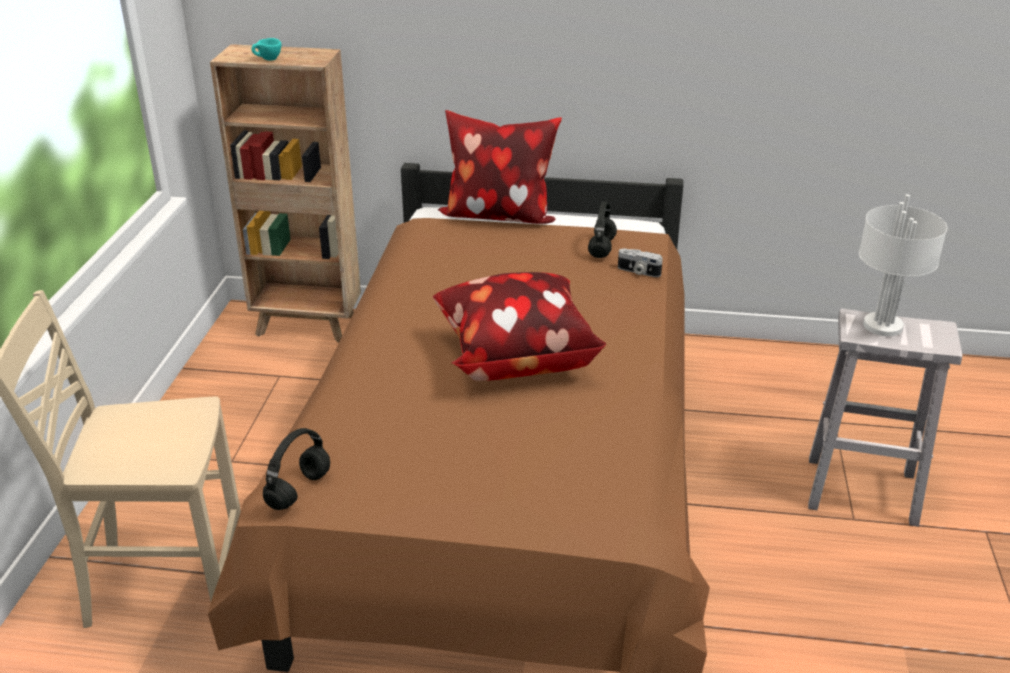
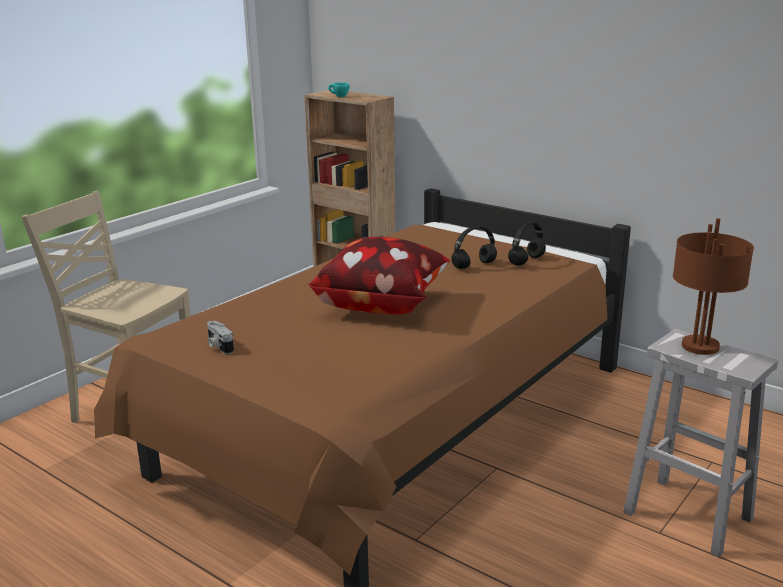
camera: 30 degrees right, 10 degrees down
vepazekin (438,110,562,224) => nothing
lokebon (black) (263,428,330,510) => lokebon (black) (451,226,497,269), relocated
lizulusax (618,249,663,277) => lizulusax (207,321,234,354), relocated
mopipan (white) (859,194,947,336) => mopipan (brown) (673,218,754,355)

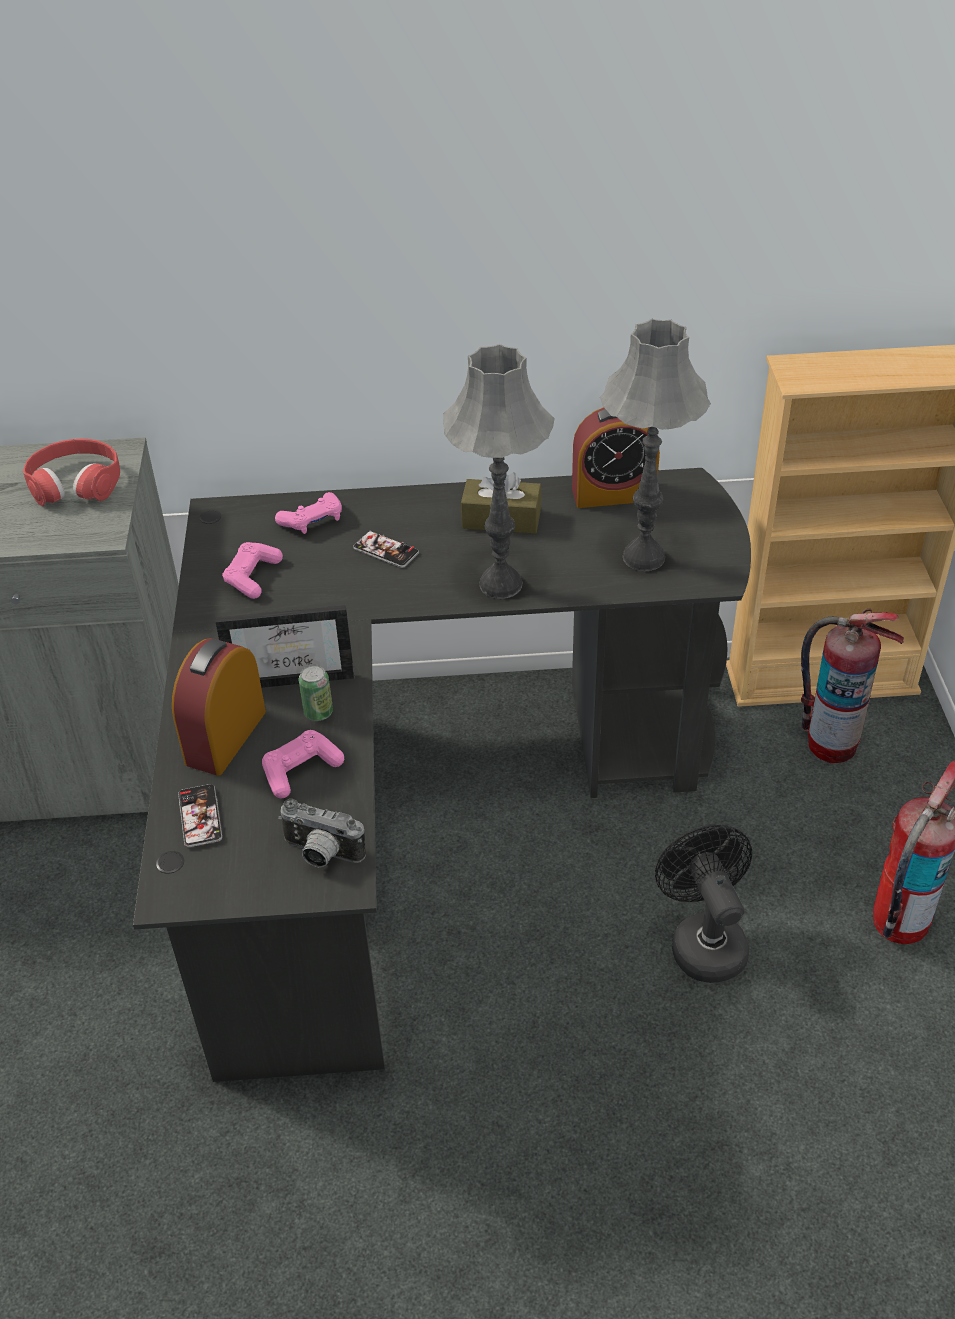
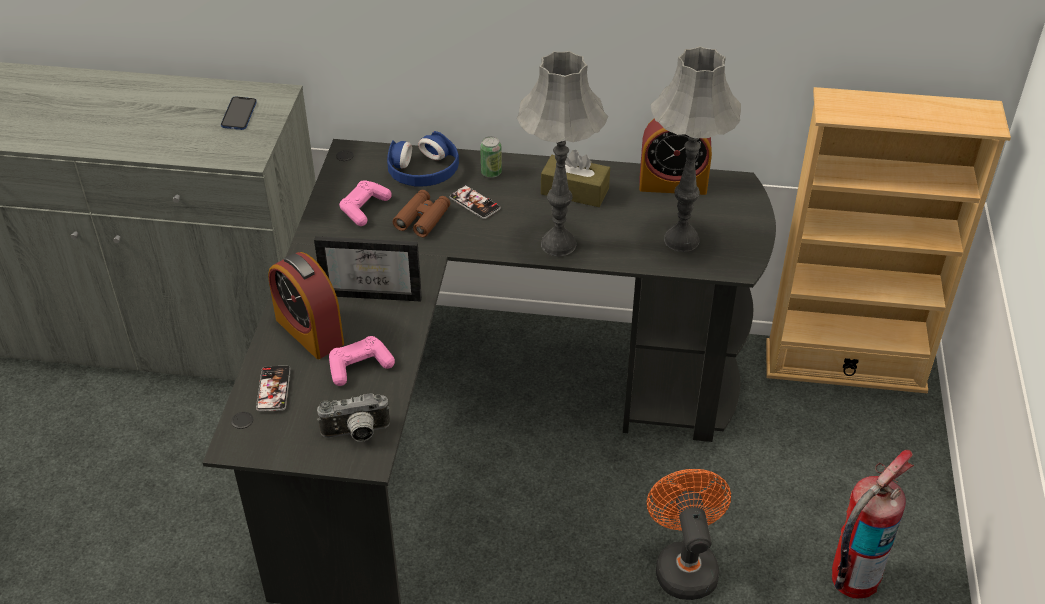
camera: 10 degrees right, 0 degrees up
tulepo (801,609,904,764) => nothing
nothing => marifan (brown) (393,190,450,237)
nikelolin (299,664,333,721) => nikelolin (480,136,502,178), relocated
lokebon (red) (23,439,120,506) => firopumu (221,96,257,130)
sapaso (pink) (275,492,342,534) => lokebon (blue) (387,131,459,187)
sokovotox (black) (655,825,752,983) => sokovotox (orange) (647,469,731,600)
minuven (172,638,266,776) => minuven (268,252,344,359), 75 degrees counterclockwise
lizulusax (278,799,366,868) => lizulusax (317,393,390,442), 45 degrees counterclockwise

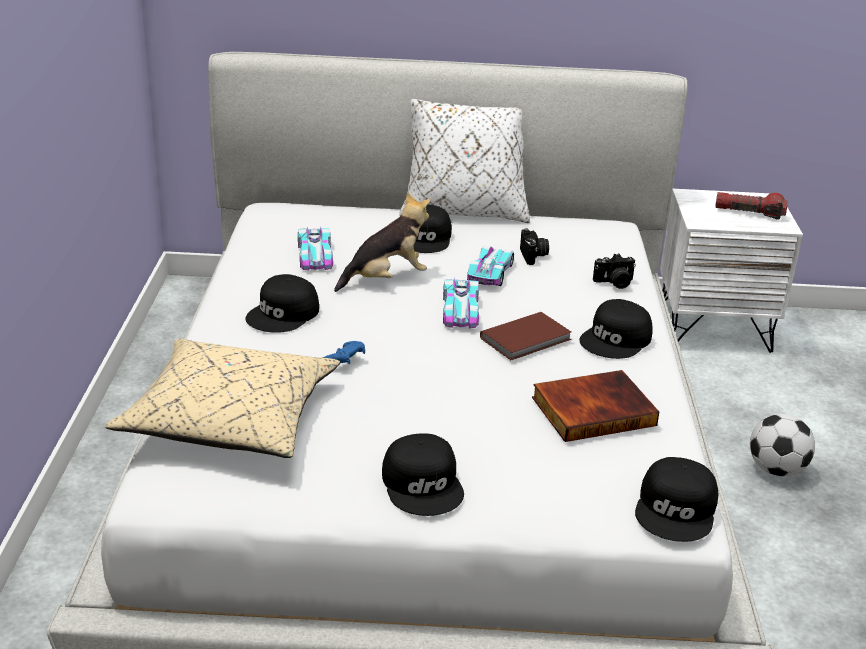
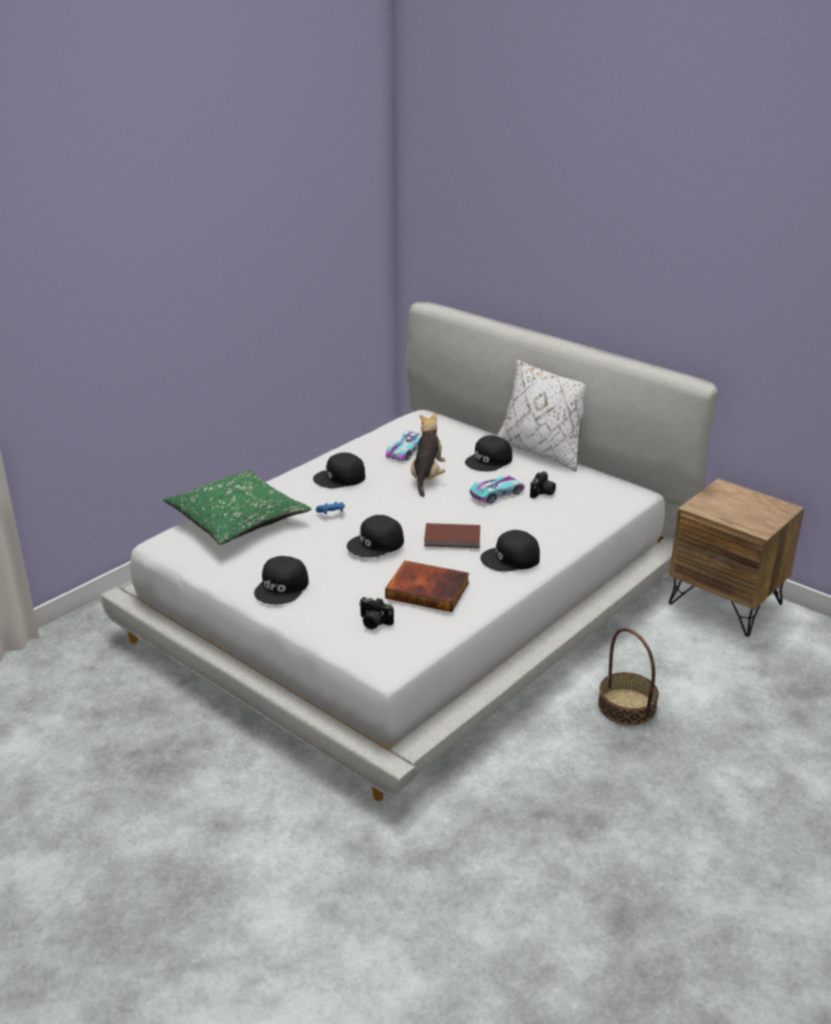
camera: 40 degrees right, 0 degrees up
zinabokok (443,278,479,329) => nothing
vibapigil (715,192,788,220) => nothing
lizulusax (593,254,636,289) => lizulusax (359,597,394,629), relocated
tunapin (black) (635,457,718,542) => tunapin (black) (347,515,404,558), relocated
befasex (750,414,815,476) => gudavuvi (598,628,659,725)
vepazekin (beige) (105,339,340,458) => vepazekin (green) (163,470,311,545)
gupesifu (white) (660,189,803,353) => gupesifu (brown) (669,479,804,637)
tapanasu (334,192,430,292) => tapanasu (411,413,445,497), 90 degrees counterclockwise

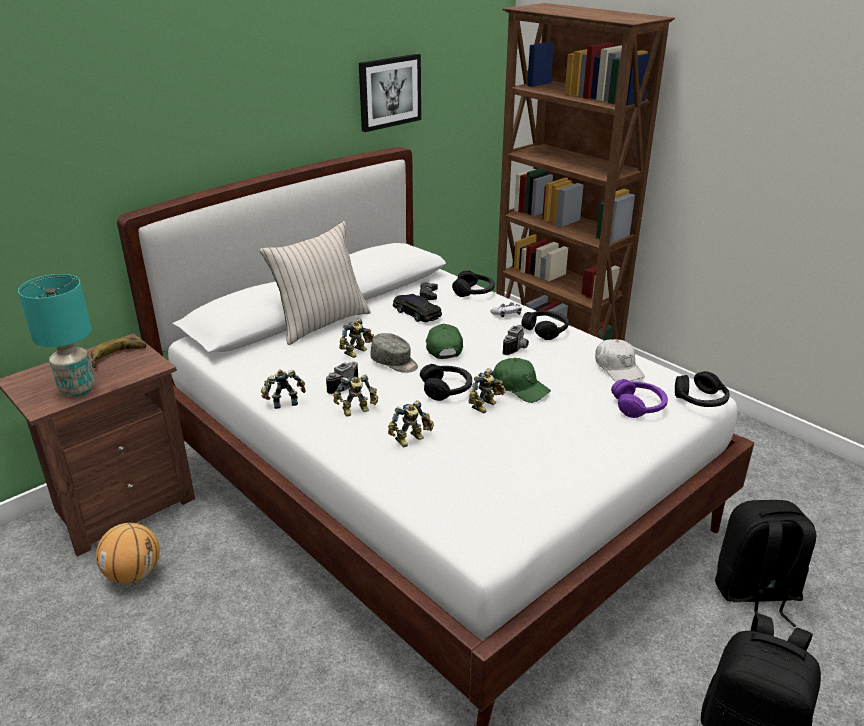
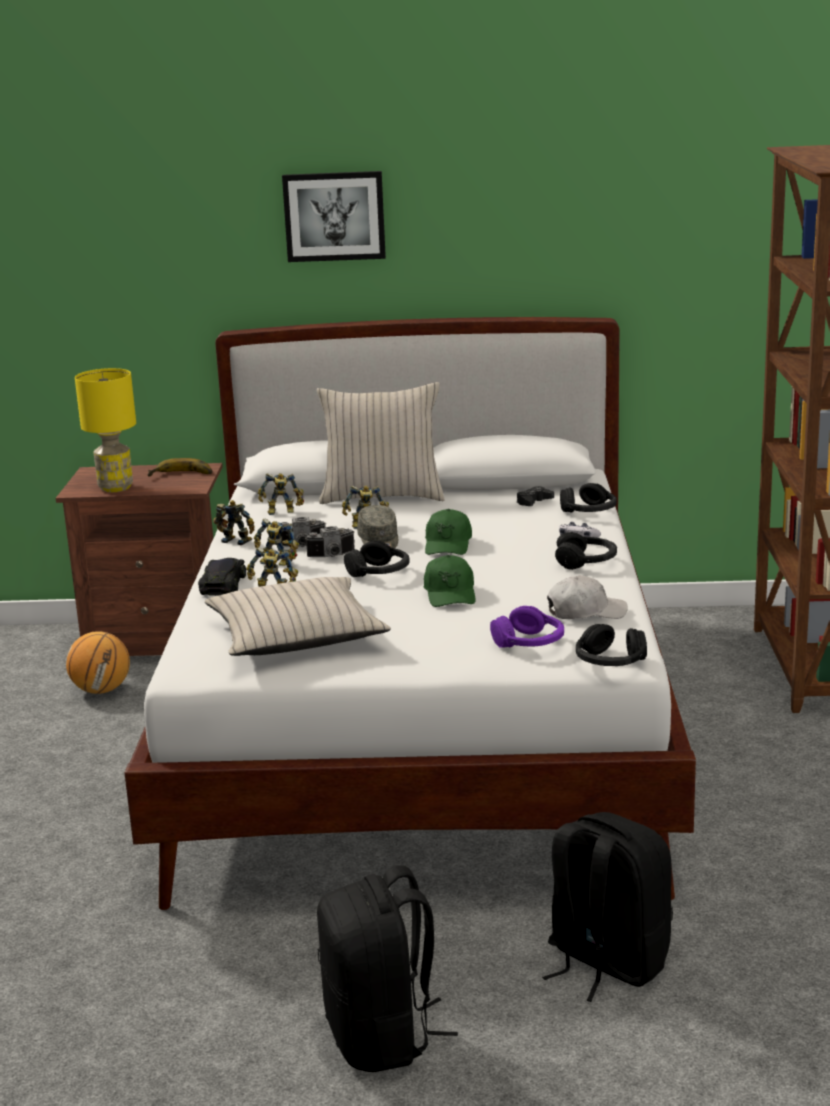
camera: 45 degrees right, 10 degrees down
nothing => vepazekin (beige) (205,577,391,656)
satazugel (359,54,421,132) => satazugel (282,171,386,262), relocated
zinabokok (black) (393,294,442,322) => zinabokok (black) (198,558,246,596), relocated
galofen (468,368,505,413) => galofen (258,473,304,515), relocated
lizulusax (502,325,529,355) => lizulusax (305,526,355,557), relocated
mopipan (turquoise) (18,274,95,397) => mopipan (yellow) (75,368,136,492)
tunapin (green) (426,324,463,359) => tunapin (green) (425,509,472,555), 150 degrees clockwise
tunapin (white) (595,339,645,381) => tunapin (white) (547,575,628,619), 120 degrees counterclockwise

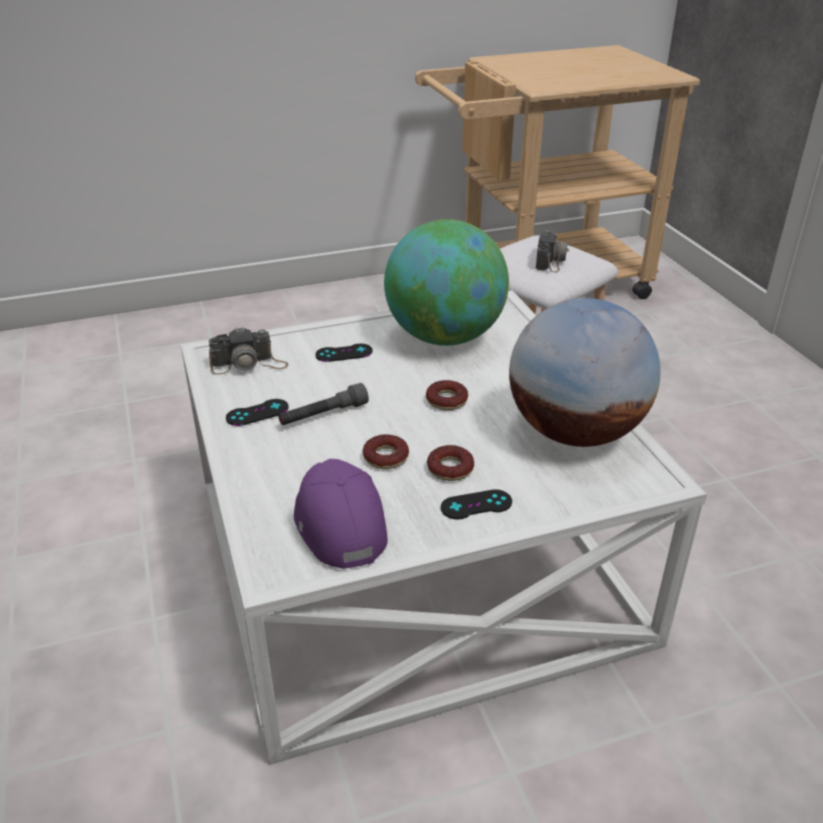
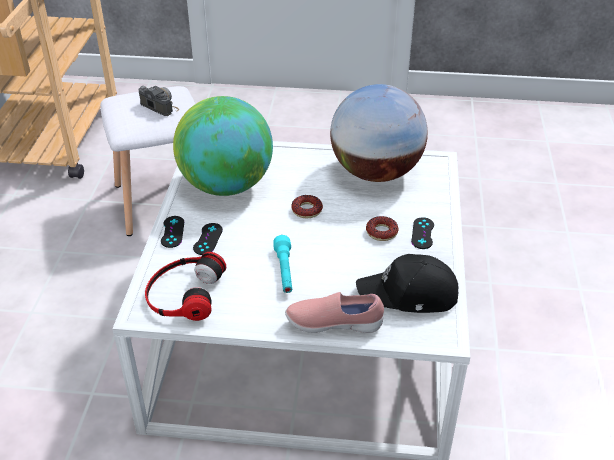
camera: 65 degrees left, 5 degrees up
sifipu (363,434,409,469) => nothing
nothing => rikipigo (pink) (285,292,384,333)
sapaso (black) (226,399,289,426) => sapaso (black) (161,216,184,248), relocated
lizulusax (209,326,288,375) => lokebon (145,252,226,321)
vibapigil (grey) (278,383,369,425) => vibapigil (turquoise) (273,235,292,293)
tunapin (purple) (294,459,388,569) => tunapin (black) (356,254,459,313)

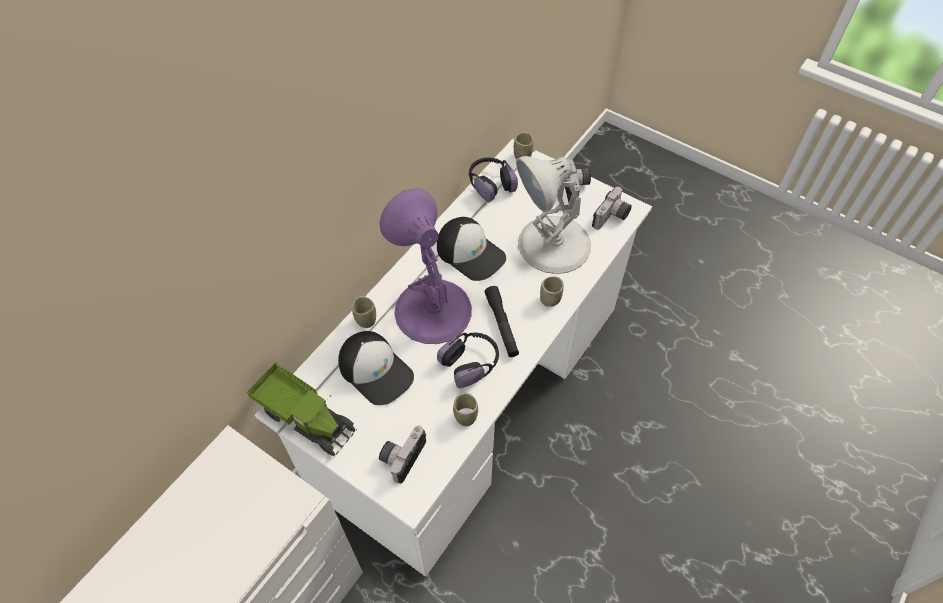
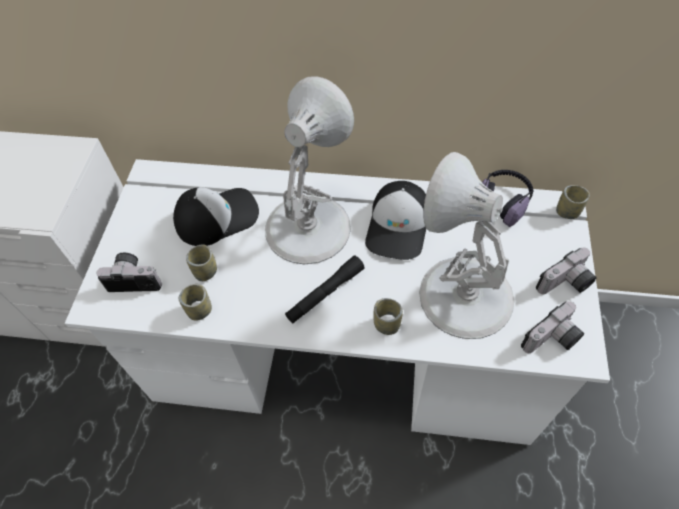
camera: 65 degrees right, 0 degrees up
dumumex (247,362,357,457) => nothing
lokebon (437,333,499,388) => nothing
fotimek (352,296,376,328) => fotimek (186,244,217,281), relocated
mopipan (purple) (380,188,472,344) => mopipan (white) (265,76,354,264)
tunapin (338,331,414,405) => tunapin (173,187,259,246), 135 degrees counterclockwise
lizulusax (592,187,632,230) => lizulusax (521,301,584,353), 45 degrees counterclockwise

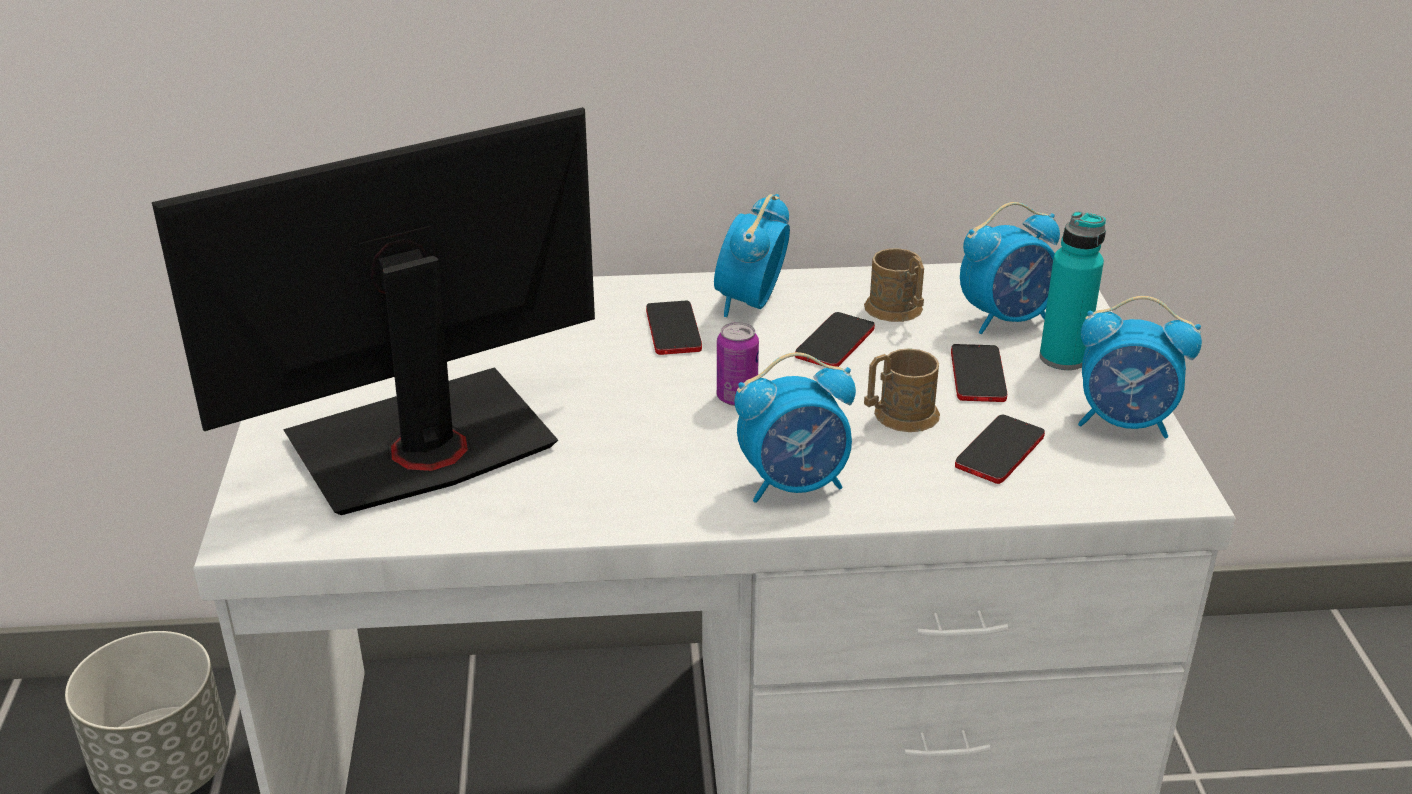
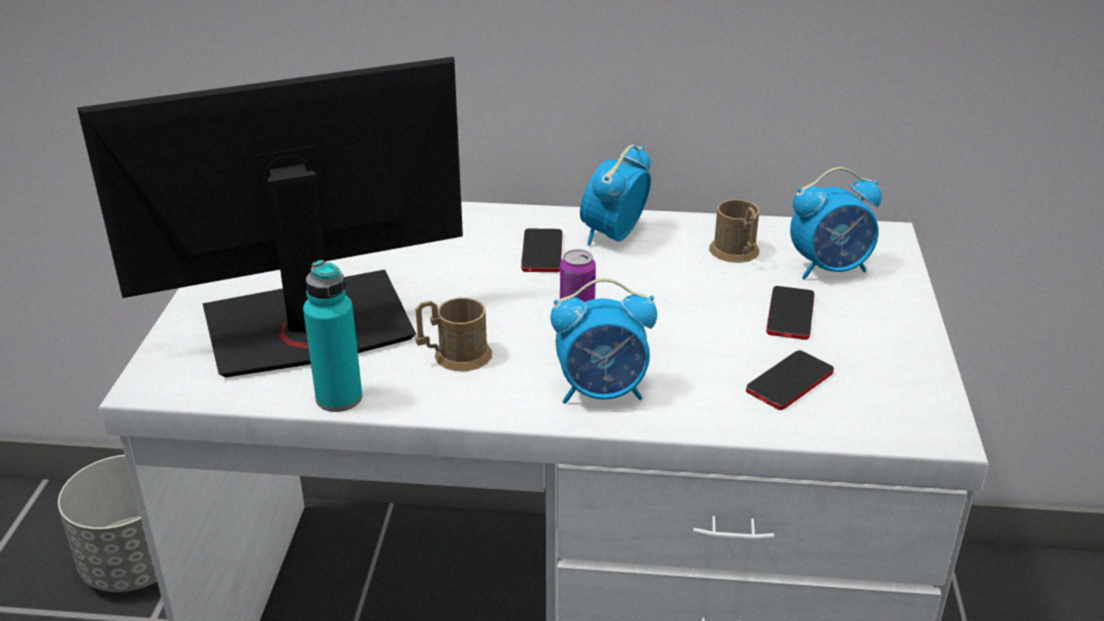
camera: 10 degrees right, 0 degrees up
firopumu (795,312,875,367) => nothing
minuven (1078,296,1202,438) => nothing
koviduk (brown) (864,348,940,432) => koviduk (brown) (415,298,492,371), relocated
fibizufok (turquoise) (1040,211,1106,370) => fibizufok (turquoise) (303,260,362,412), relocated

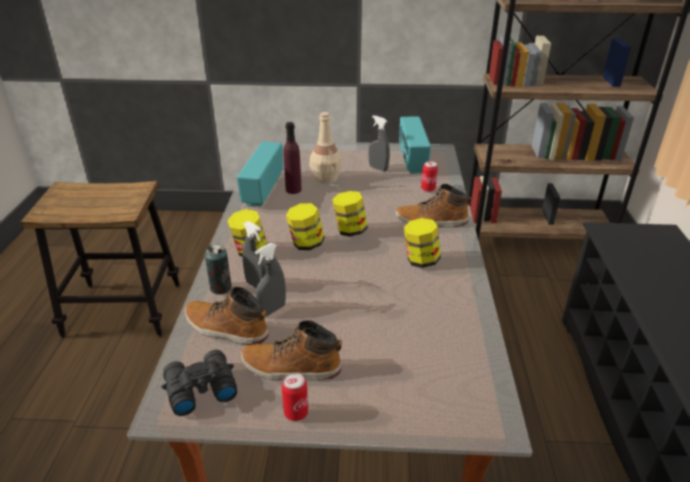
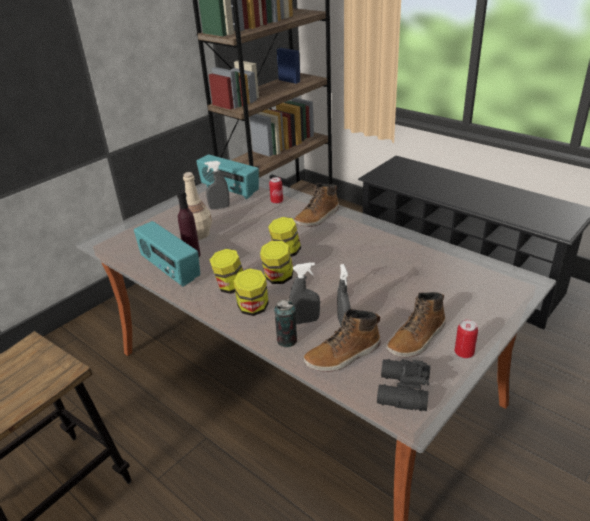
camera: 50 degrees left, 0 degrees up
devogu (404,218,441,268) => devogu (210,249,243,294), relocated

